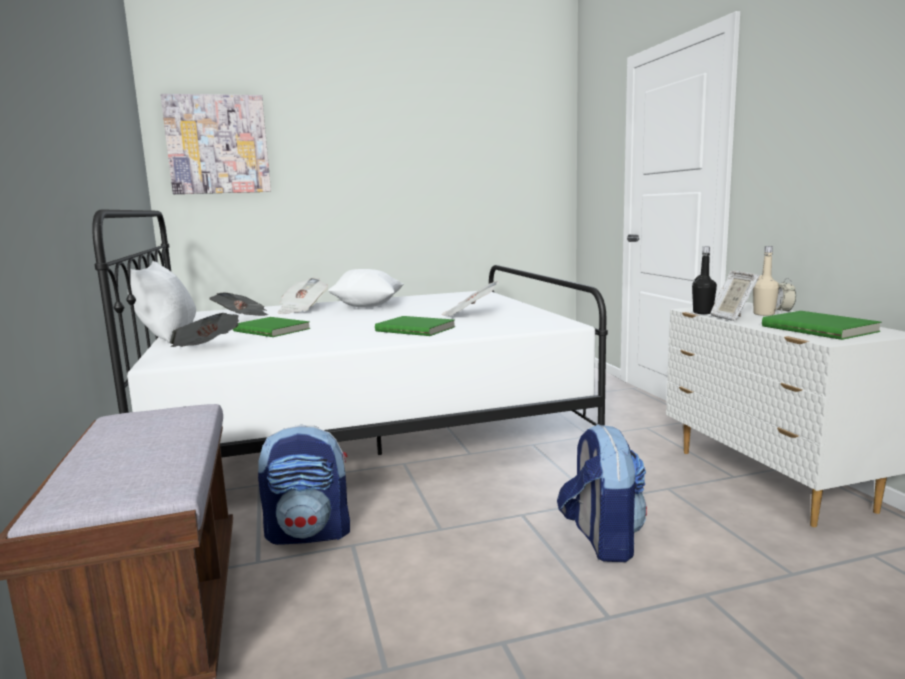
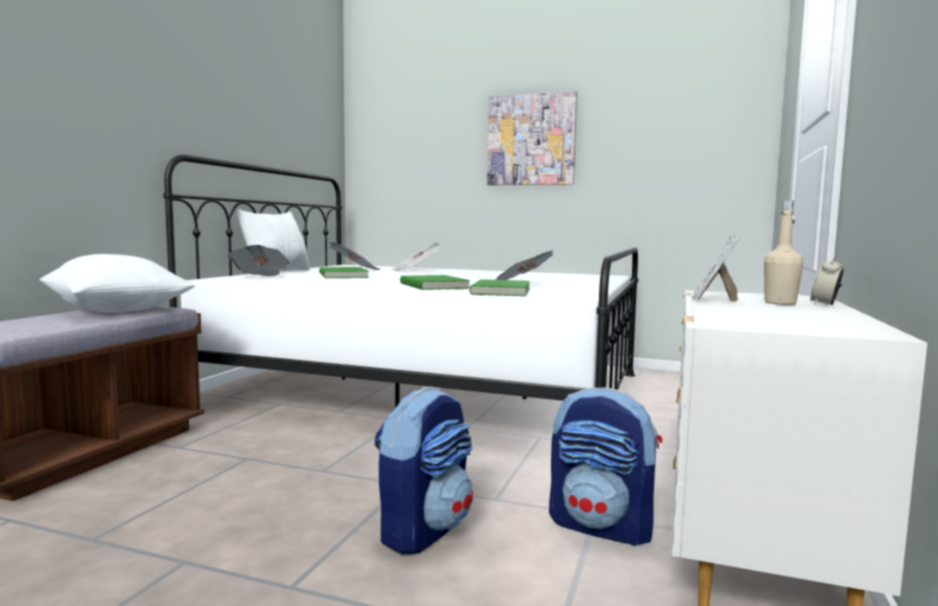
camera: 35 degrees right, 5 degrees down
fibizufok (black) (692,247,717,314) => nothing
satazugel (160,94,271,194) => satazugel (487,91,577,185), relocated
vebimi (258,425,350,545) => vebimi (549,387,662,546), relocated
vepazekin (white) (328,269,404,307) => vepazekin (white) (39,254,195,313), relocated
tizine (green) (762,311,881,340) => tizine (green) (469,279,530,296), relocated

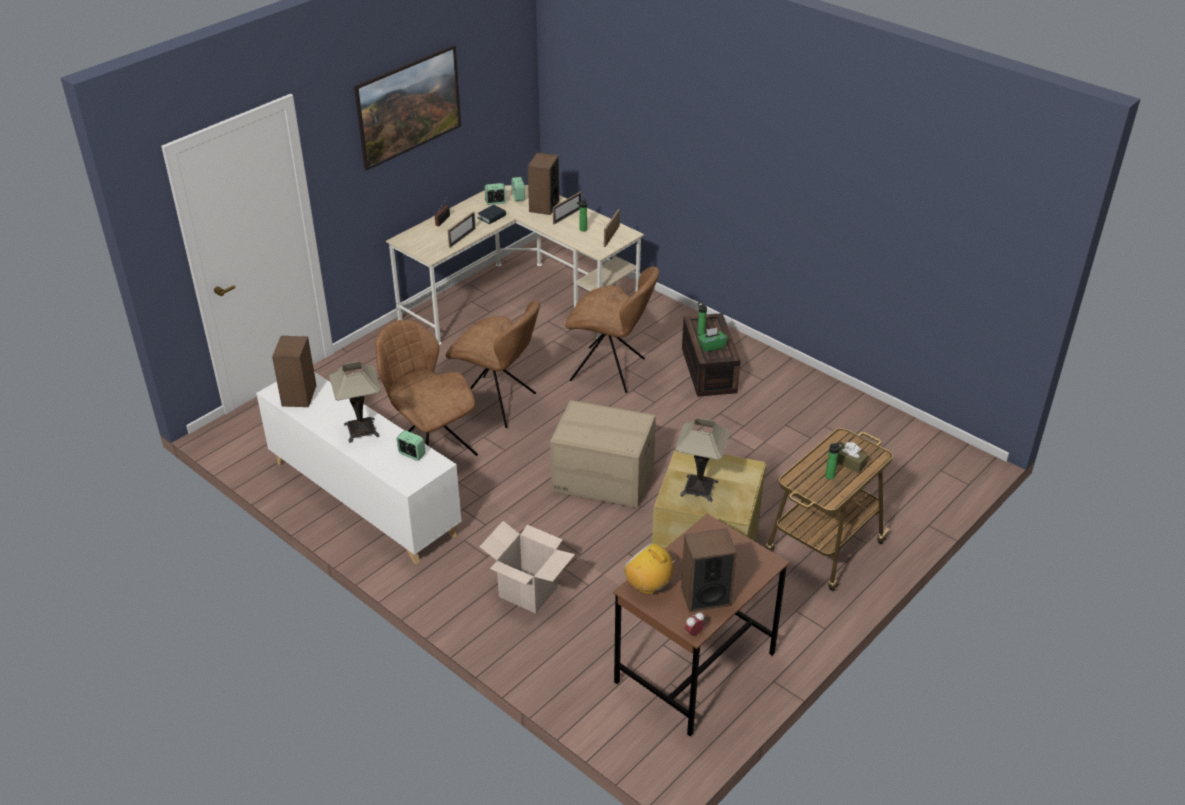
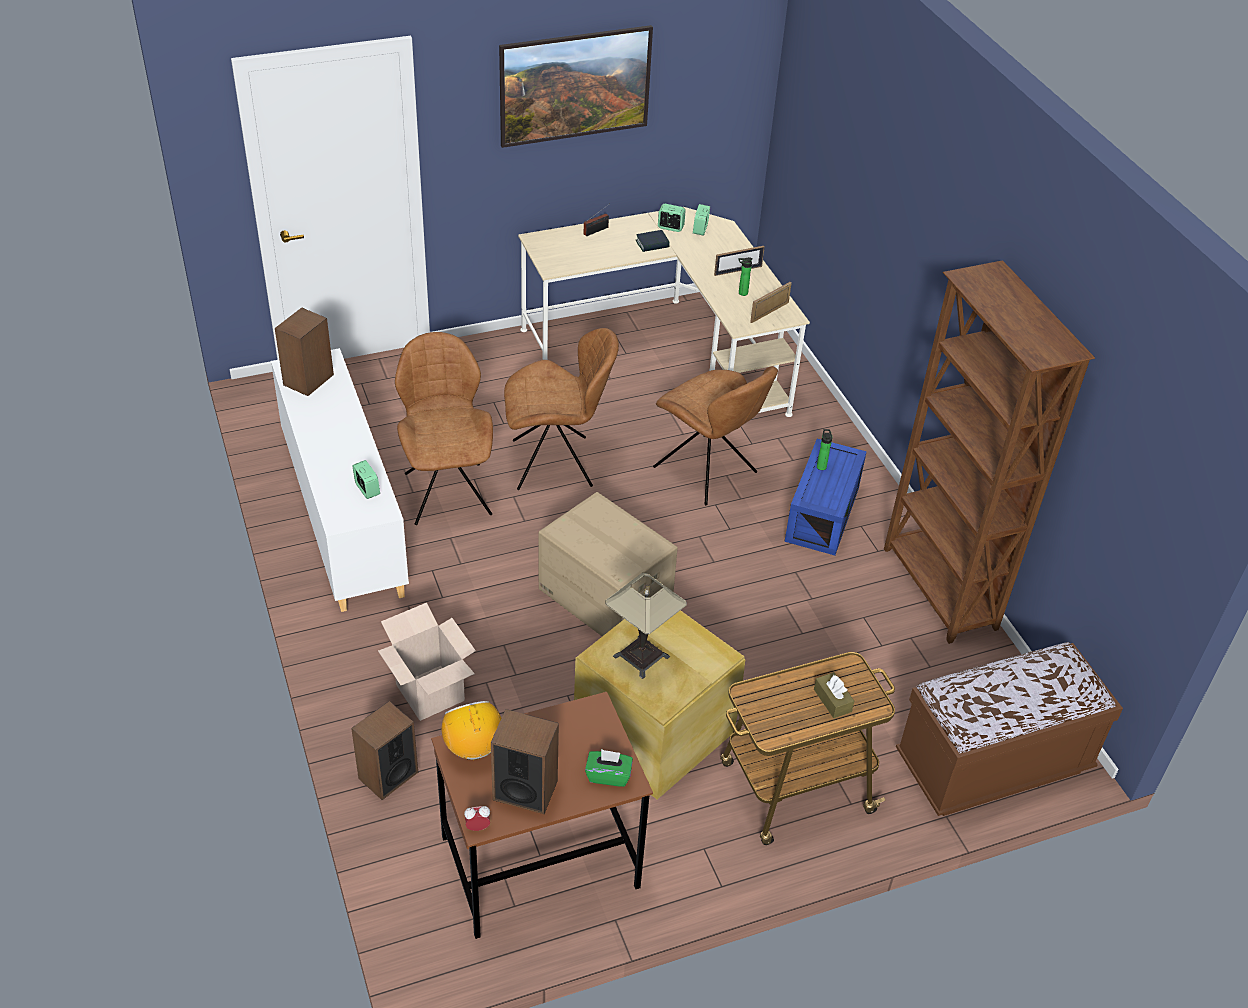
camera: 25 degrees right, 5 degrees up
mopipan (329,362,381,443) => nothing
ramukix (448,212,476,248) => nothing
fibizufok (825,442,844,480) => nothing
nothing => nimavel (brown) (884,260,1095,644)
nothing => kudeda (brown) (896,642,1123,816)
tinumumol (527,152,559,215) => tinumumol (351,701,418,800), relocated
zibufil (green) (698,328,727,352) => zibufil (green) (585,749,633,787), relocated
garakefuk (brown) (682,313,741,397) => garakefuk (blue) (784,439,867,555)
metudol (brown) (445,301,540,428) => metudol (brown) (504,328,619,490), 60 degrees counterclockwise

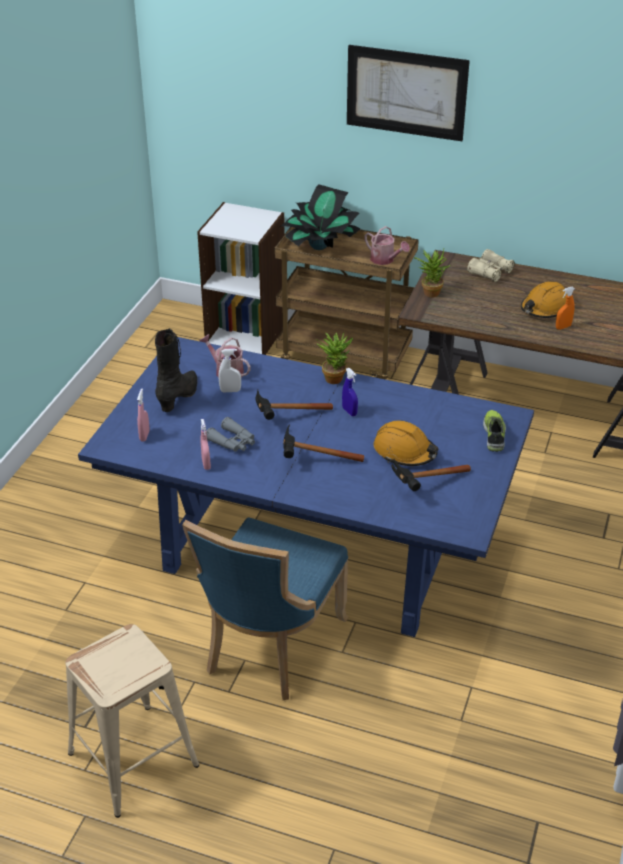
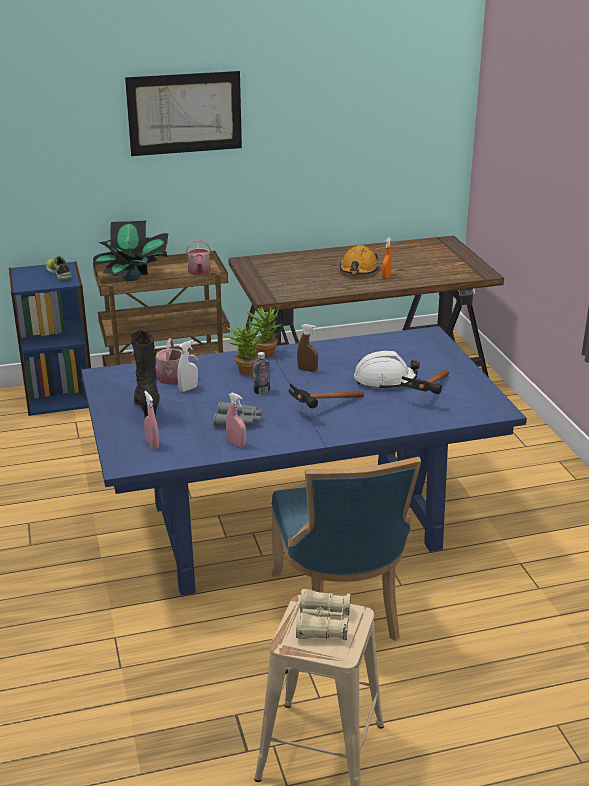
camera: 35 degrees left, 10 degrees down
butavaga (414,249,450,298) => butavaga (224,318,262,375), relocated
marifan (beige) (467,249,515,282) => marifan (beige) (296,589,351,640), relocated
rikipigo (483,410,506,452) => rikipigo (46,256,72,280), relocated
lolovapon (255,390,333,420) => fibizufok (253,352,270,394)
nimavel (white) (197,202,285,355) => nimavel (blue) (9,261,91,416)
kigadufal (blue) (342,368,358,416) => kigadufal (brown) (297,324,318,372)
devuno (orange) (374,420,438,466) => devuno (white) (354,351,420,390)
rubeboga (365,226,410,265) => rubeboga (186,240,211,275), 75 degrees clockwise

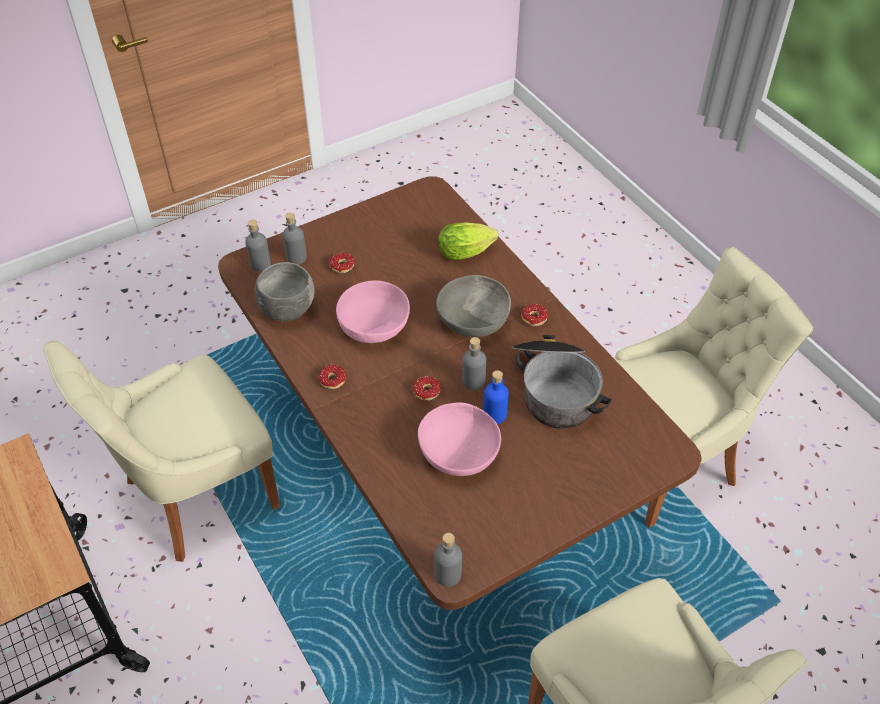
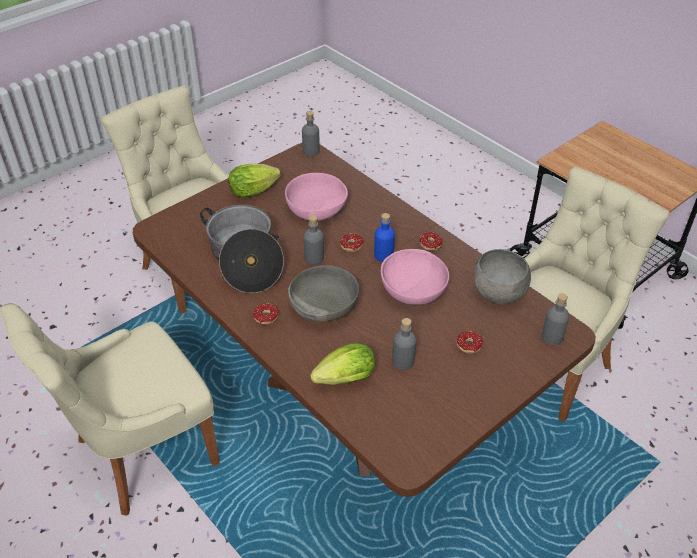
camera: 170 degrees right, 5 degrees down
nothing => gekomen (228,164,281,198)
fibizufok (grey) (282,213,307,264) => fibizufok (grey) (392,318,416,370), relocated
fibizufok (blue) (483,370,509,424) => fibizufok (blue) (374,213,395,262), relocated

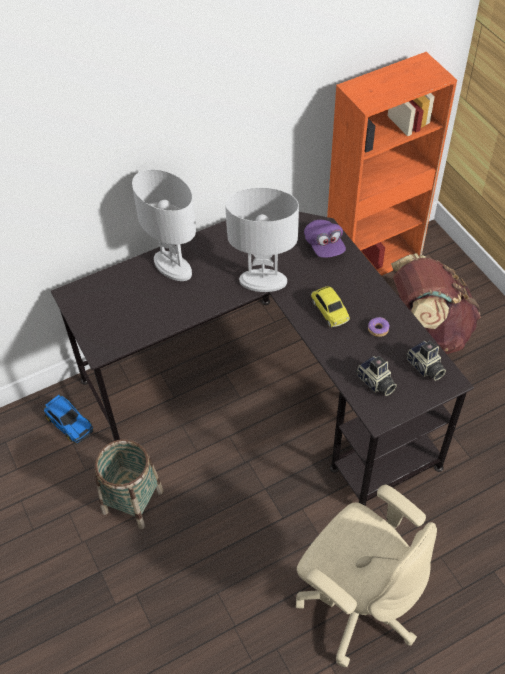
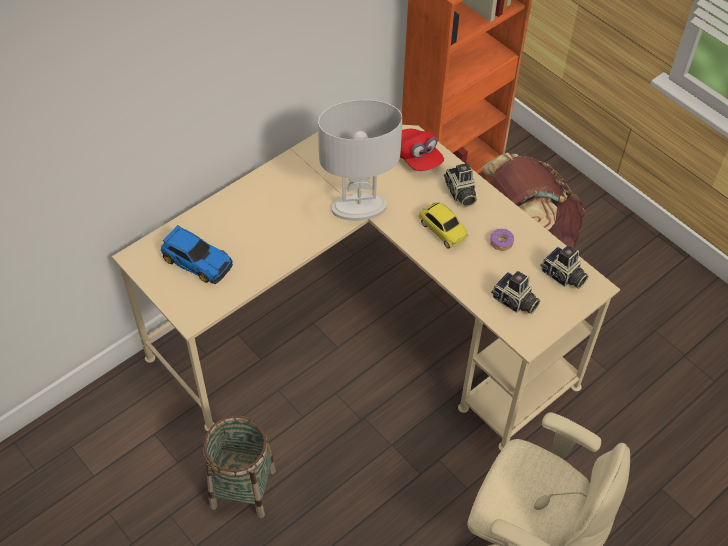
camera: 15 degrees left, 0 degrees up
mopipan (white) (132,169,196,281) => nothing
nothing => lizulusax (444,163,477,207)
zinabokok (44,395,94,444) => zinabokok (161,225,233,284), relocated
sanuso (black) (51,212,474,506) => sanuso (beige) (112,125,620,451)
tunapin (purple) (304,220,346,258) => tunapin (red) (400,129,444,171)

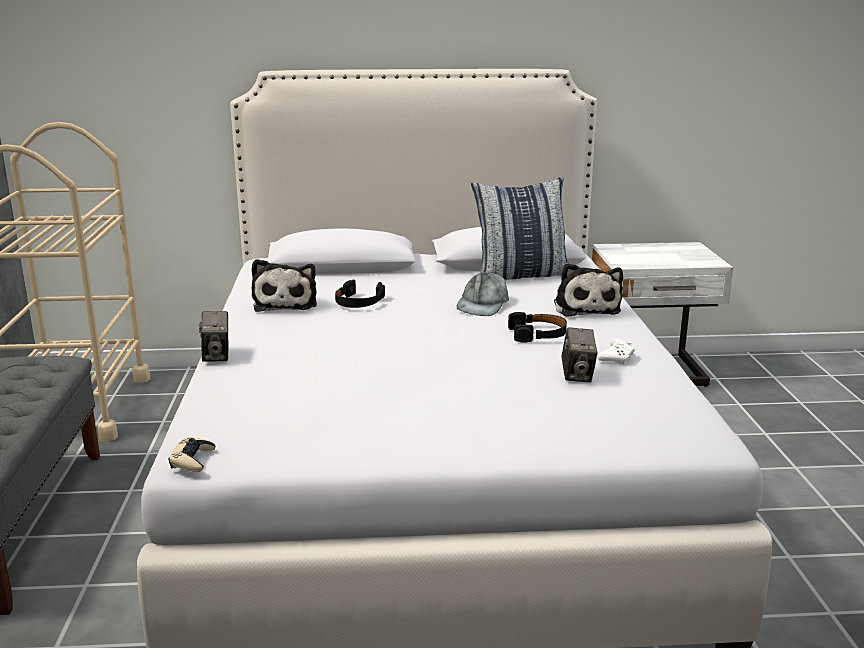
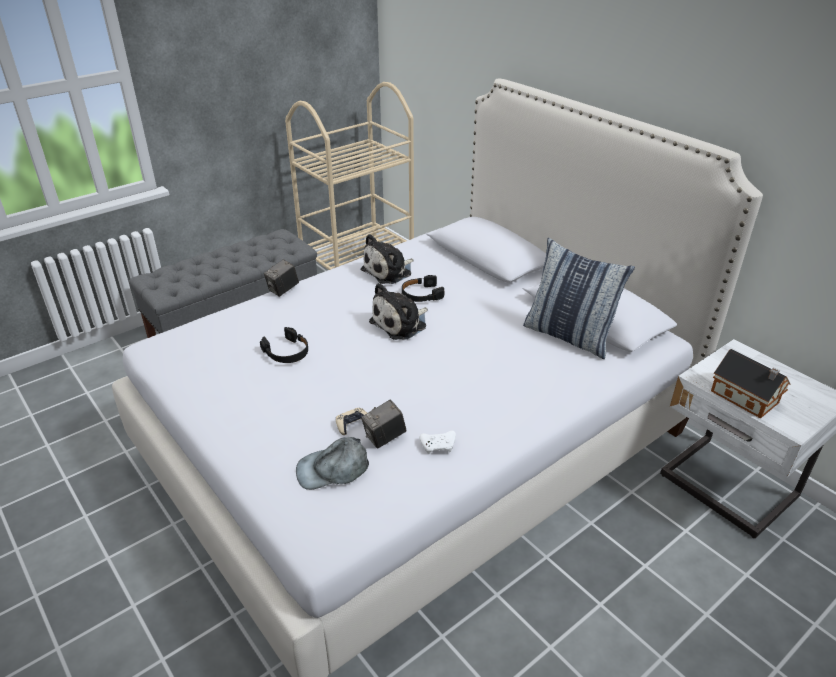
camera: 55 degrees right, 15 degrees up
nothing => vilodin (711,349,790,418)
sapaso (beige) (168,437,215,472) => sapaso (beige) (336,408,367,435), relocated
tunapin (grey) (456,272,509,316) => tunapin (grey) (296,437,369,490), relocated
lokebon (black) (508,312,567,342) => lokebon (black) (260,327,308,363), relocated
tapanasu (554,263,623,317) => tapanasu (369,283,428,340), relocated

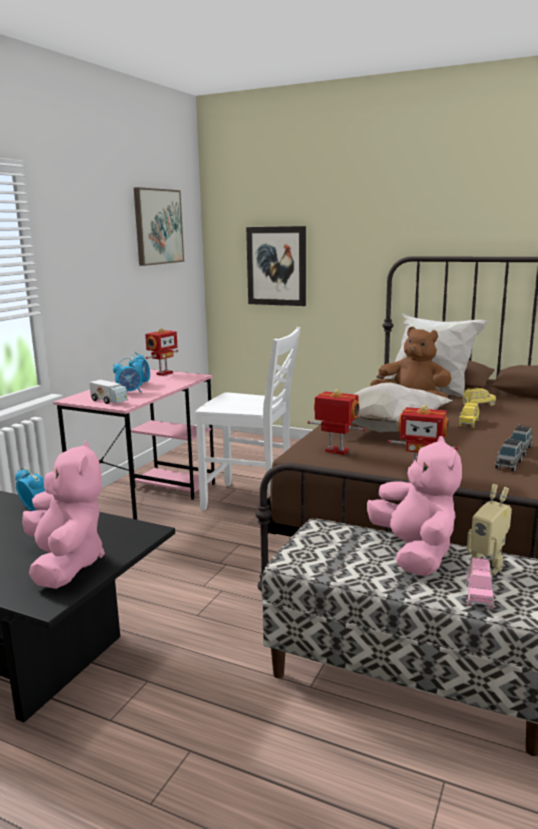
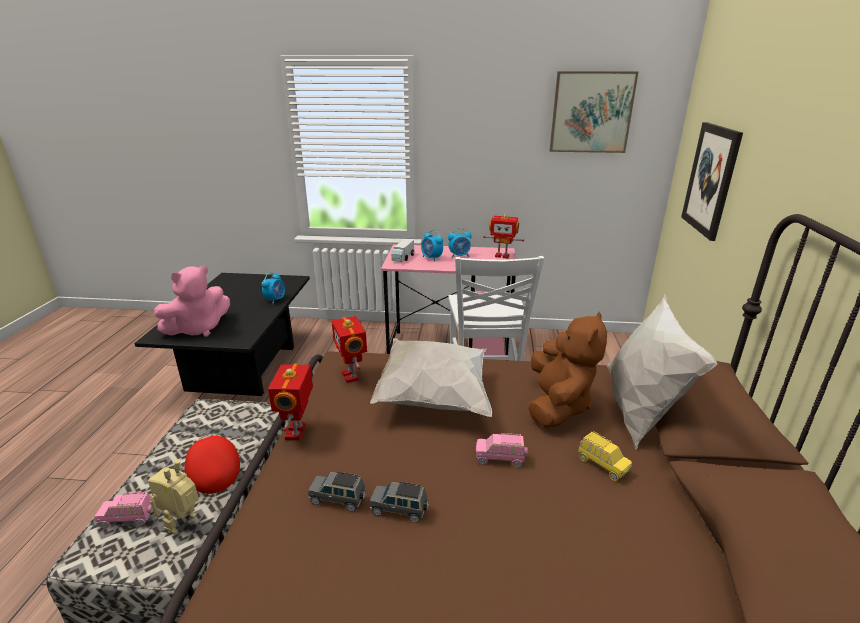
camera: 70 degrees right, 10 degrees up
tapanasu (pink) (367,436,462,576) => tunapin (red) (185,435,240,494)
zinabokok (yellow) (458,401,479,428) => zinabokok (pink) (476,433,527,467)
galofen (307,389,366,455) => galofen (332,316,367,383), 150 degrees clockwise

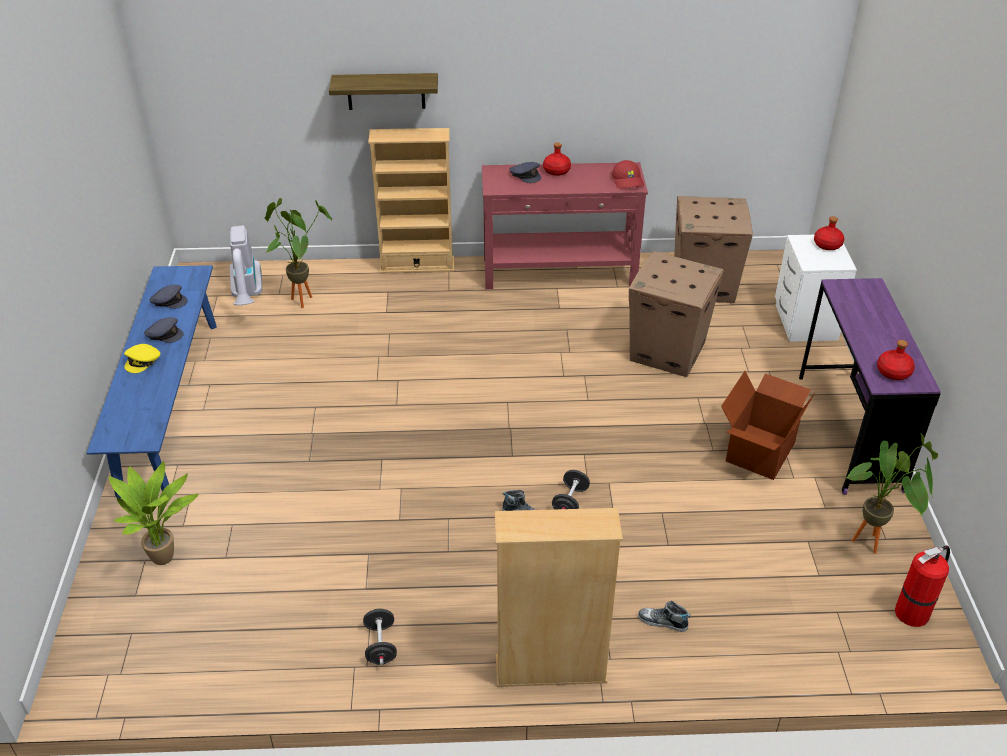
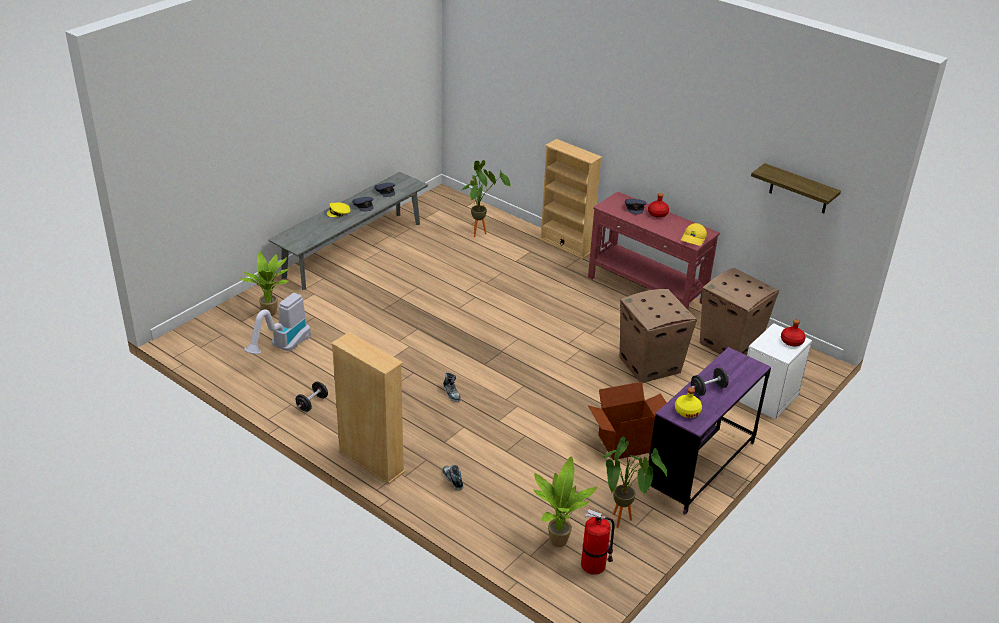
camera: 40 degrees right, 5 degrees down
nothing => butavaga (533,457,597,547)
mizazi (230,226,262,305) => mizazi (244,293,311,354), relocated
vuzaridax (329,73,438,110) => vuzaridax (751,163,841,213), relocated
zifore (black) (552,470,590,509) => zifore (black) (691,367,729,396), relocated
kudeda (blue) (87,265,217,498) => kudeda (grey) (268,172,428,290)
tunapin (red) (612,160,644,189) => tunapin (yellow) (681,223,707,246)
fibizufok (red) (877,340,915,380) => fibizufok (yellow) (675,387,702,418)

